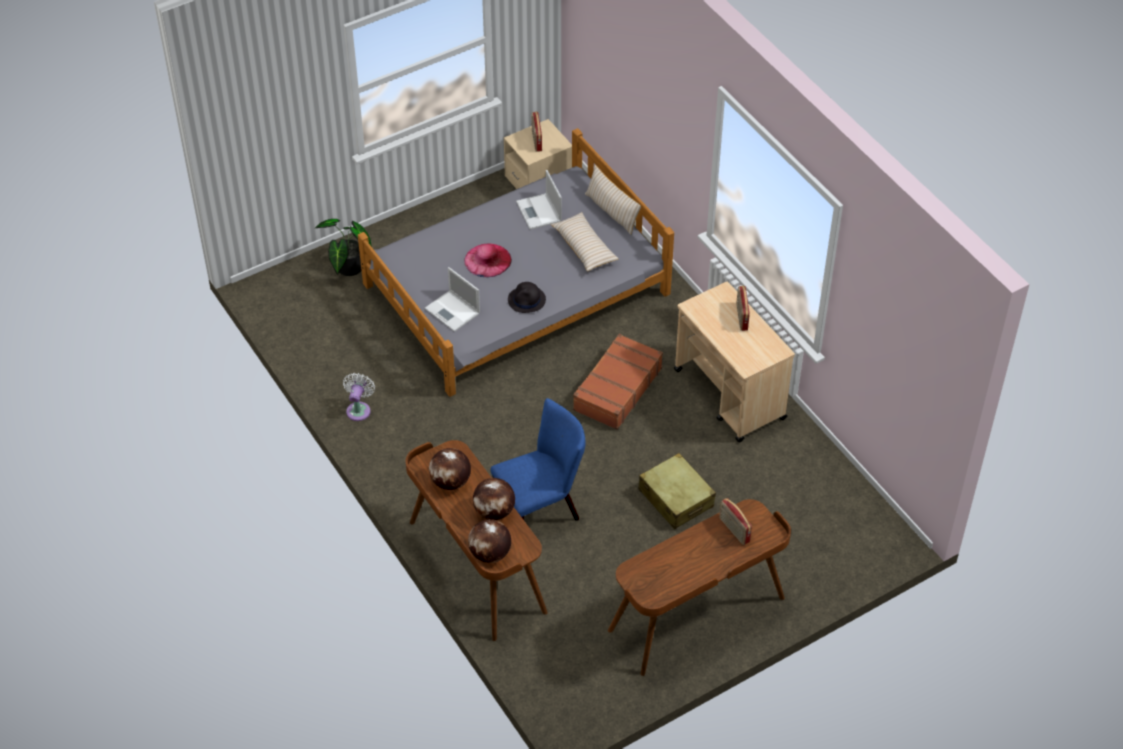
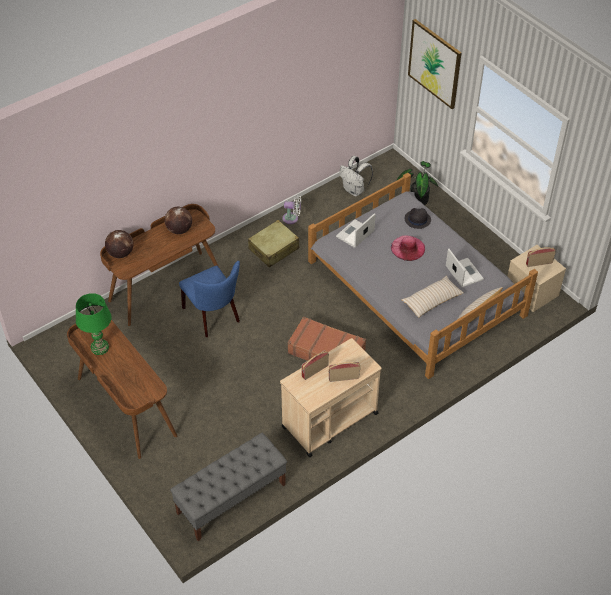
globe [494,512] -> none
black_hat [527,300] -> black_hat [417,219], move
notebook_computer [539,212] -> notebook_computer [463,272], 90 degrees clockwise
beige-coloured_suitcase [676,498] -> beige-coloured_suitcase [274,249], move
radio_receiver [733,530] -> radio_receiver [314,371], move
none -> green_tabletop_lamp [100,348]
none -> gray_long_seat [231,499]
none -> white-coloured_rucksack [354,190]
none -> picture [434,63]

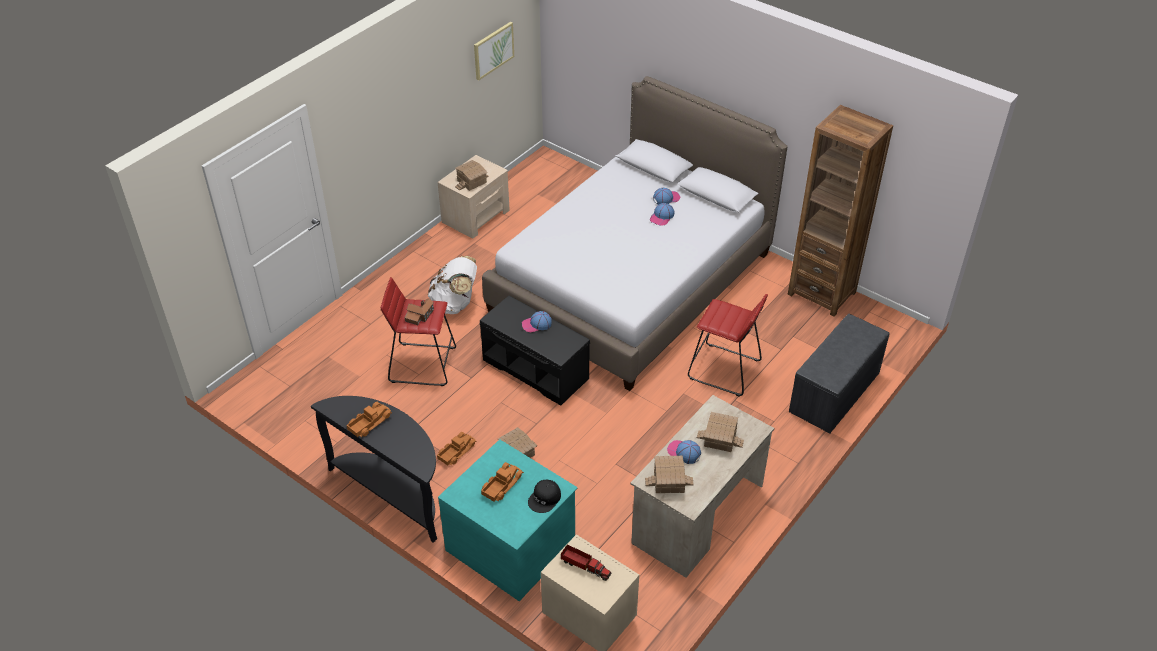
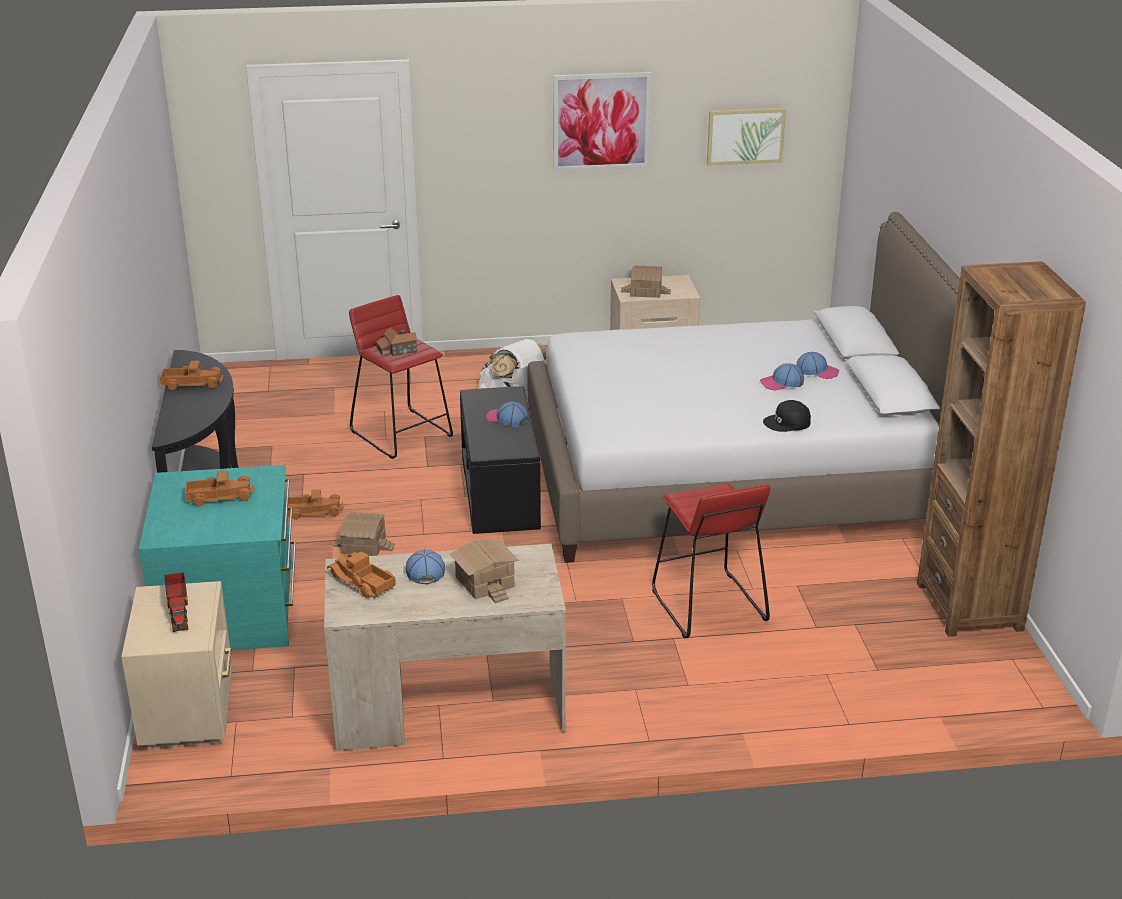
black_baseball_cap [545,499] -> black_baseball_cap [787,423], move
miniature_house [669,482] -> toy_truck [361,582]
gray_long_seat [835,393] -> none
none -> picture [601,121]

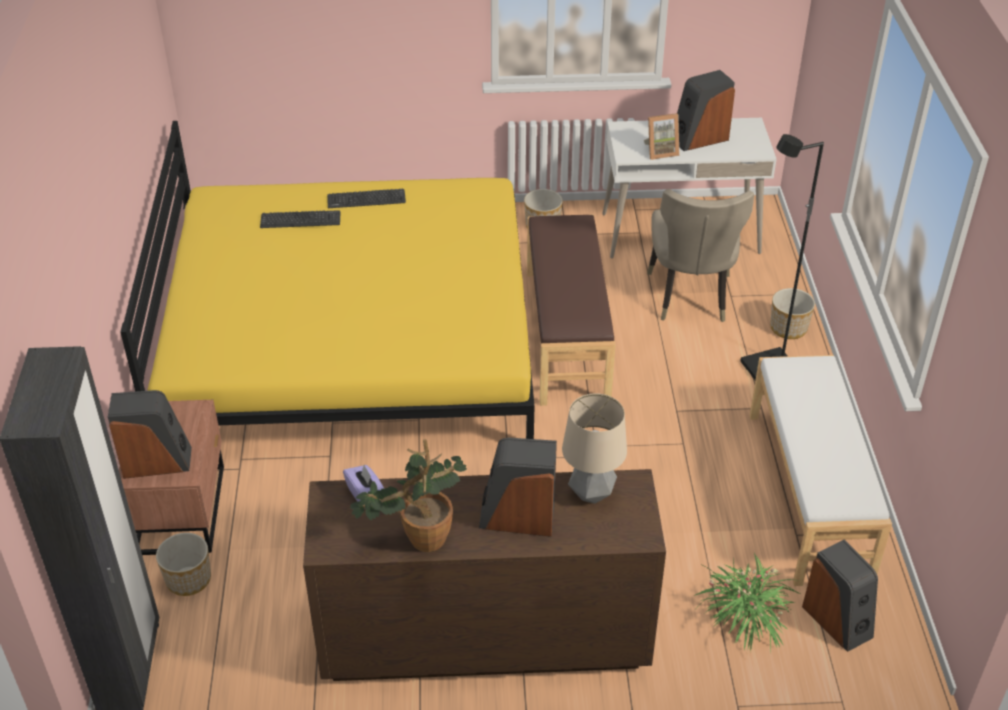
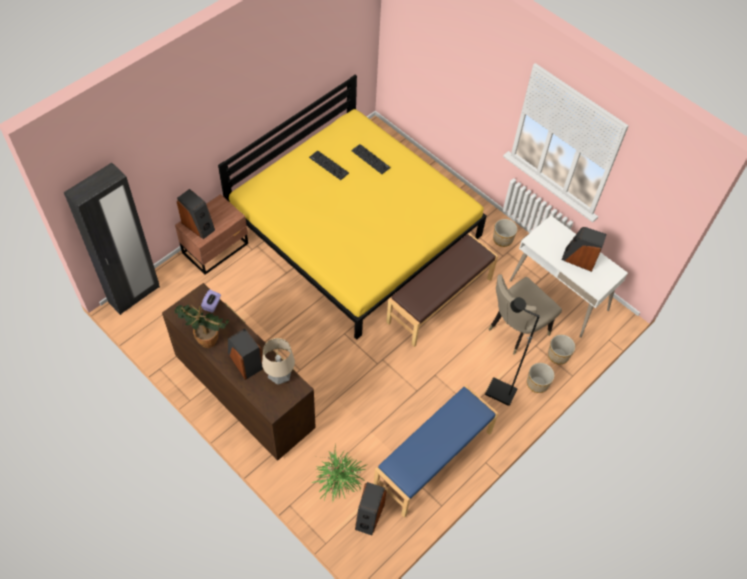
plant_pot [189,579] -> plant_pot [558,355], move
computer_keyboard [366,199] -> computer_keyboard [329,165], move
standing_frame [660,151] -> none
white-coloured_long_seat [809,494] -> blue-coloured_long_seat [434,460]

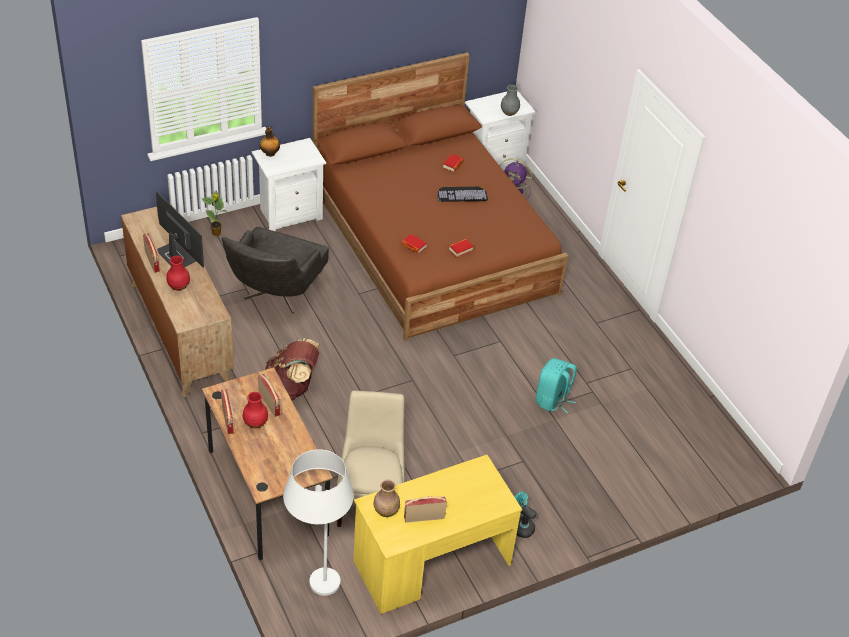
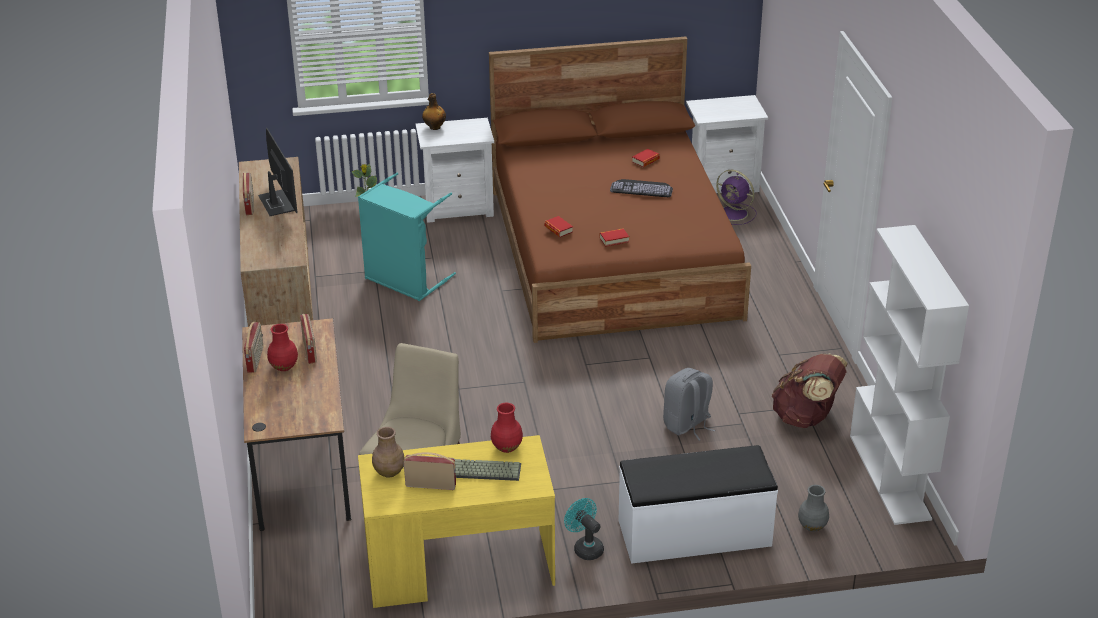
red_decorative_vase [179,286] -> red_decorative_vase [507,447], move
gray_armchair [275,295] -> turquoise_hamper [404,281]
brown_rucksack [292,388] -> brown_rucksack [806,417], move
white-coloured_floor_lamp [317,596] -> none
gray_decorative_vase [509,113] -> gray_decorative_vase [812,526], move
turquoise_rucksack [552,400] -> gray_rucksack [687,425]
none -> computer_keyboard [484,471]
none -> white-coloured_long_seat [694,534]
none -> white-coloured_bookshelf [890,477]

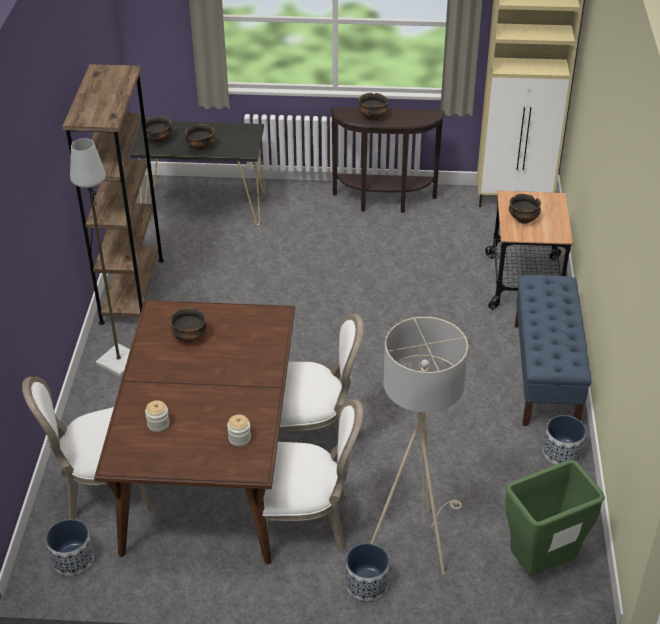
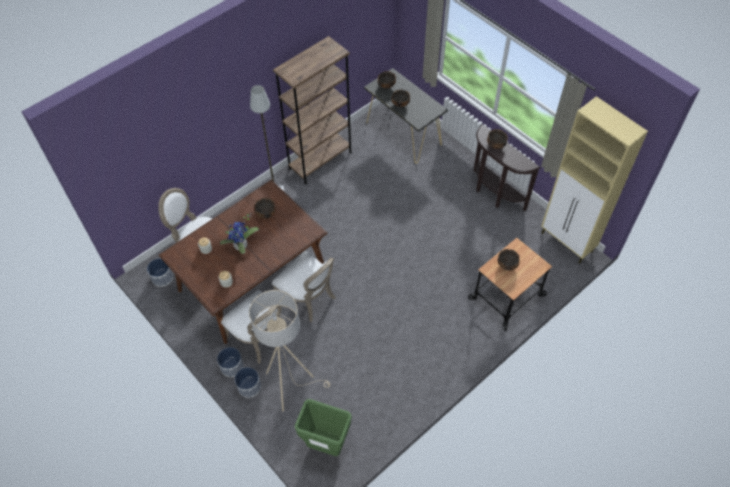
blue-coloured_long_seat [545,374] -> none
plant_pot [562,453] -> plant_pot [232,367], move
none -> plant_in_a_pot [242,247]

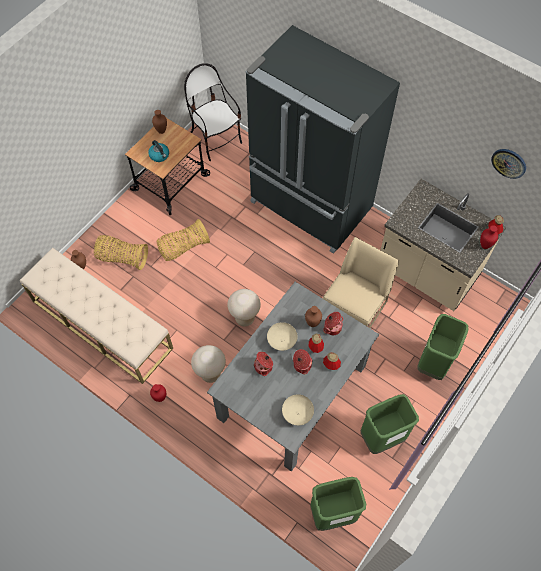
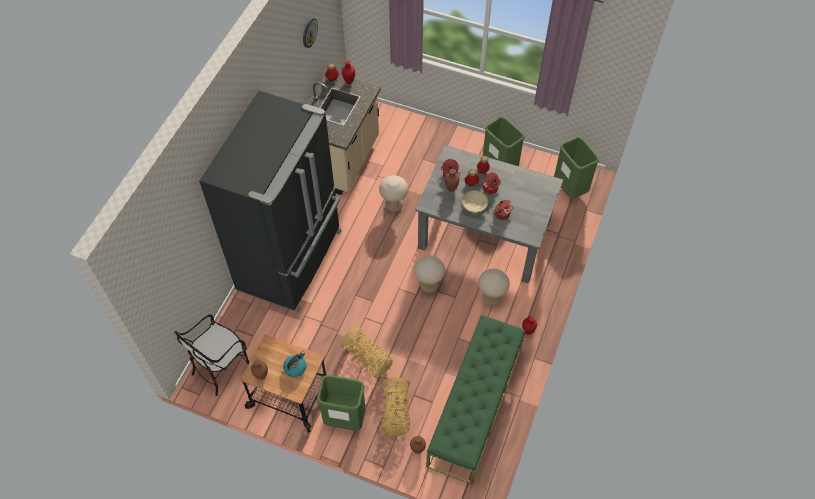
beige-coloured_long_seat [101,324] -> green_long_seat [475,406]
beige-coloured_serving_bowl [297,414] -> none
beige-coloured_plain_chair [354,310] -> beige-coloured_stool_seat [394,205]
green_rubbish_bin [433,363] -> green_rubbish_bin [344,419], move

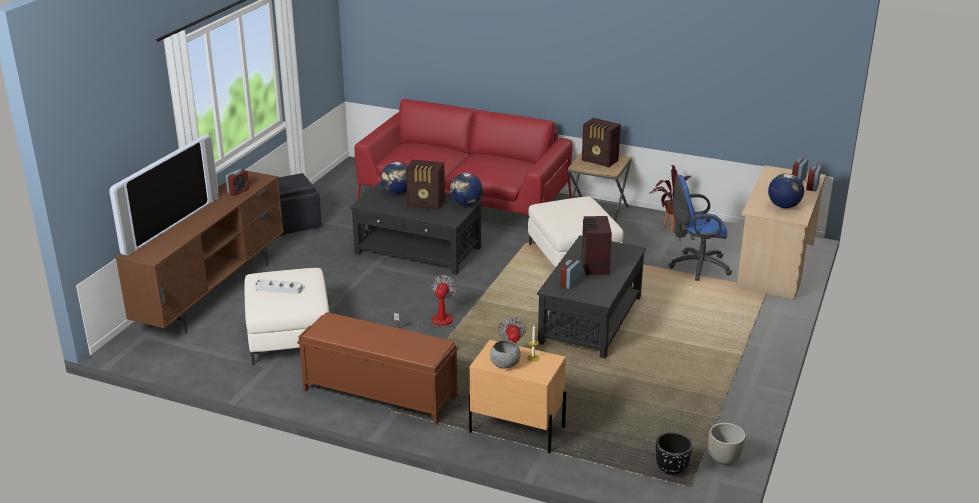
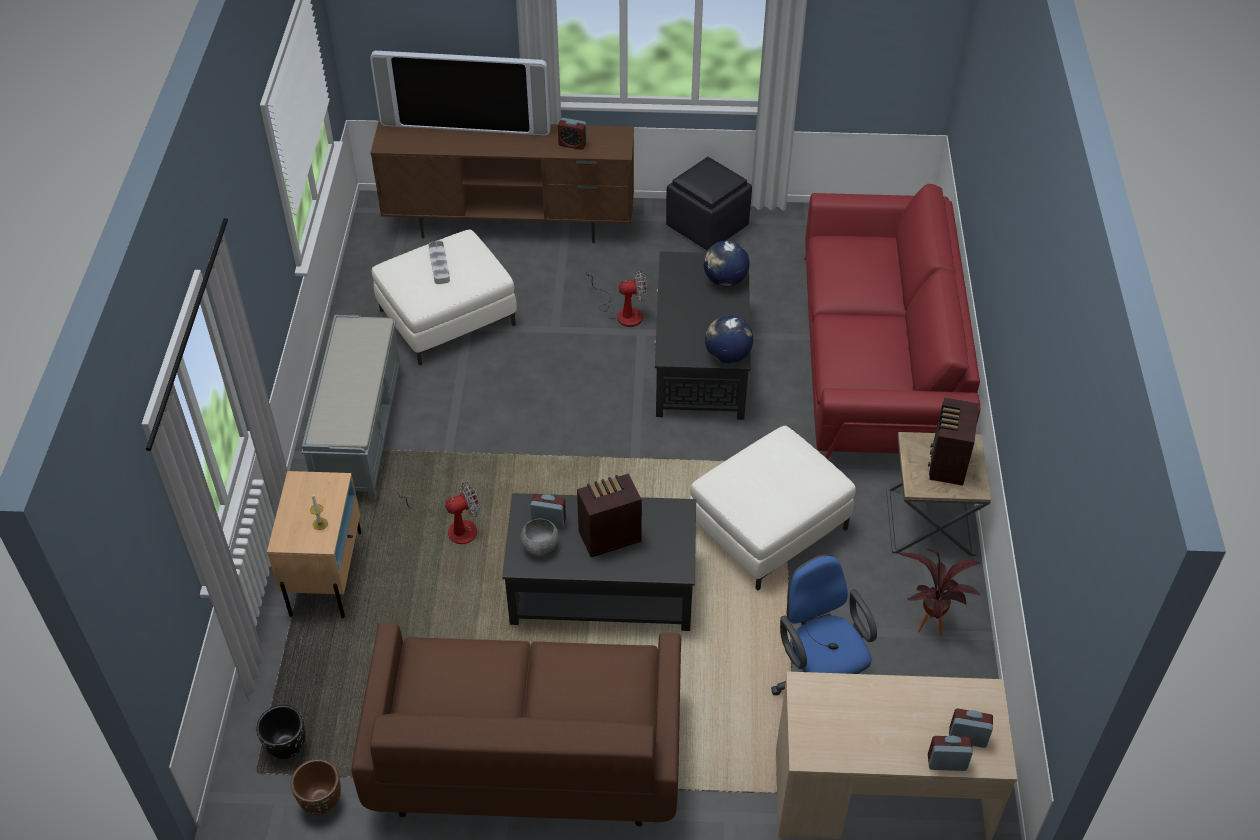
brown_long_seat [379,393] -> gray_long_seat [360,430]
electric_fan [434,322] -> electric_fan [622,312], move
radio_receiver [426,204] -> none
gray_serving_bowl [505,364] -> gray_serving_bowl [539,546], move
gray_plant_pot [724,460] -> brown_plant_pot [321,801]
globe [783,206] -> none
none -> brown_sofa [526,754]

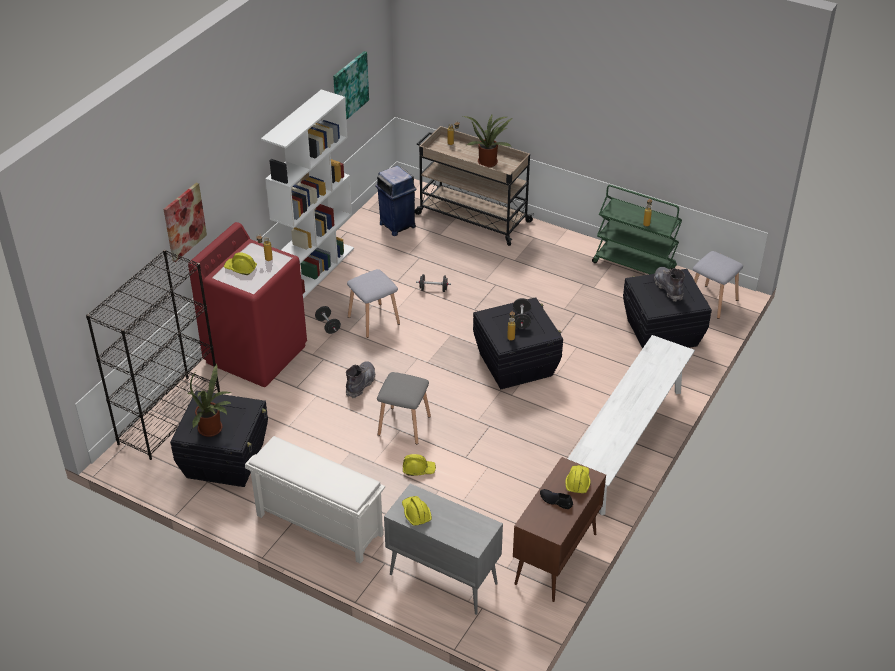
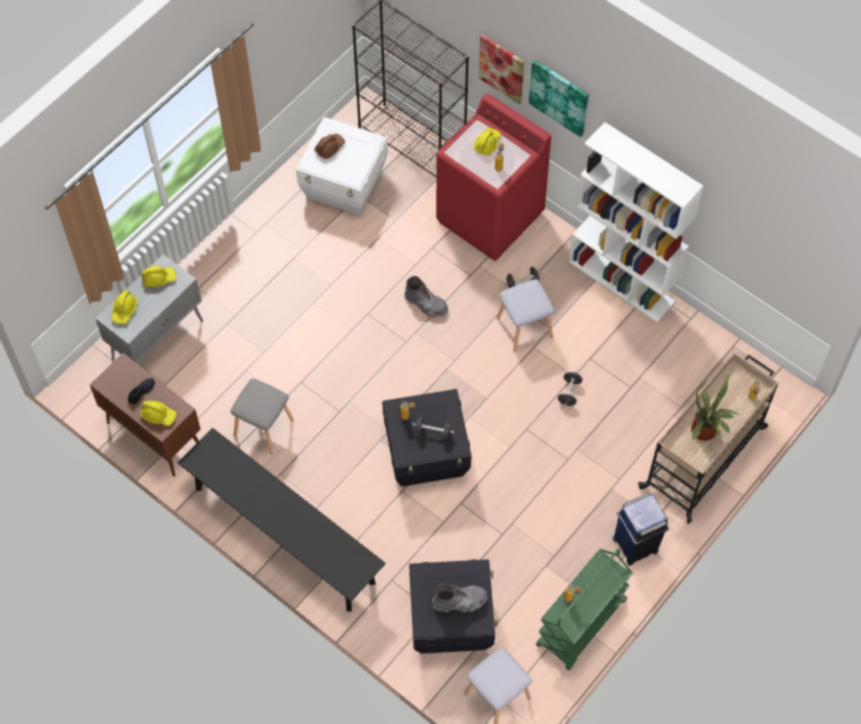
black_storage_box [226,460] -> white-coloured_storage_box [344,185]
plant_in_a_pot [213,429] -> brown_work_helmet [329,148]
white-coloured_shoe_rack [318,525] -> none
picture [349,87] -> picture [559,97], move
blue-coloured_rubbish_bin [397,225] -> blue-coloured_rubbish_bin [636,544], move
gray_stool_seat [403,425] -> gray_stool_seat [263,426], move
yellow_work_helmet [418,469] -> yellow_work_helmet [124,310], move
white-coloured_long_seat [626,444] -> black_long_seat [284,535]

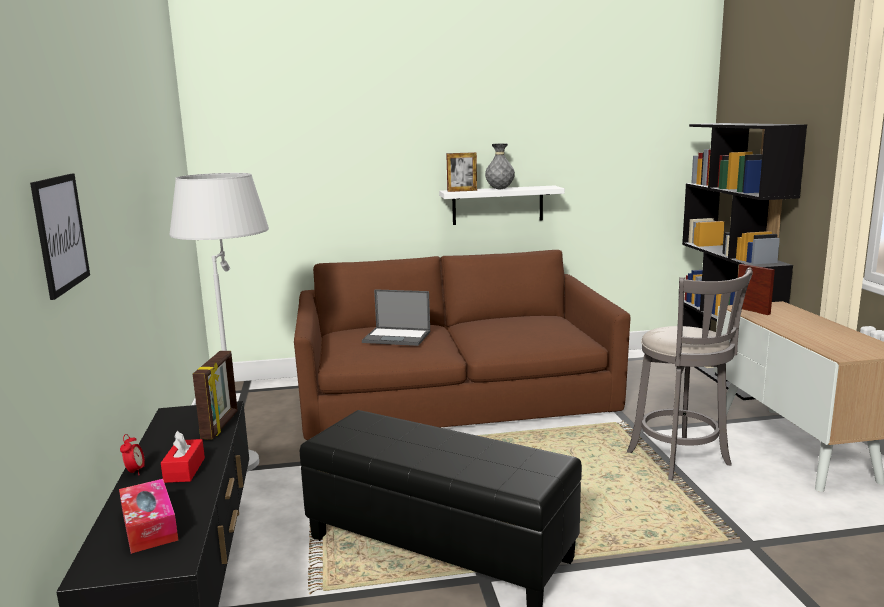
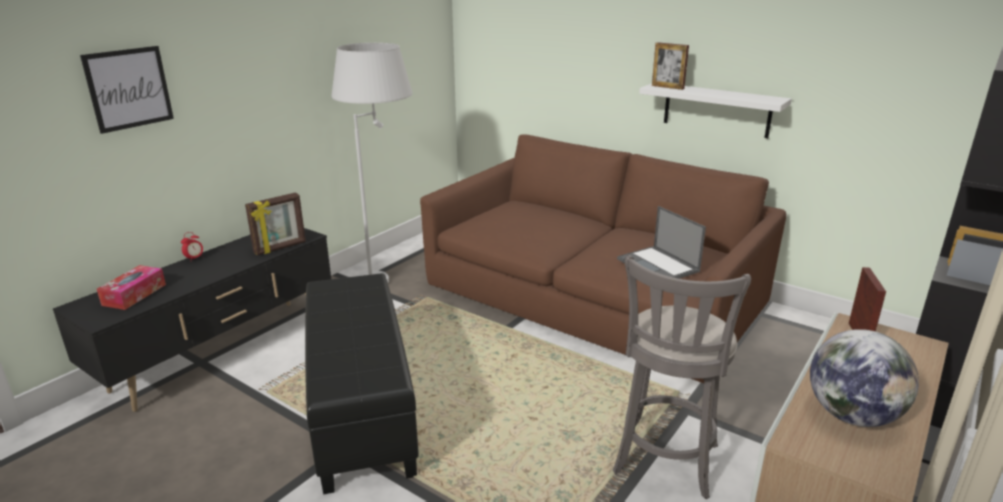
red_box_of_tissues [184,470] -> none
notebook_computer [397,337] -> notebook_computer [658,265], move
gray_decorative_vase [500,189] -> none
none -> globe [852,415]

